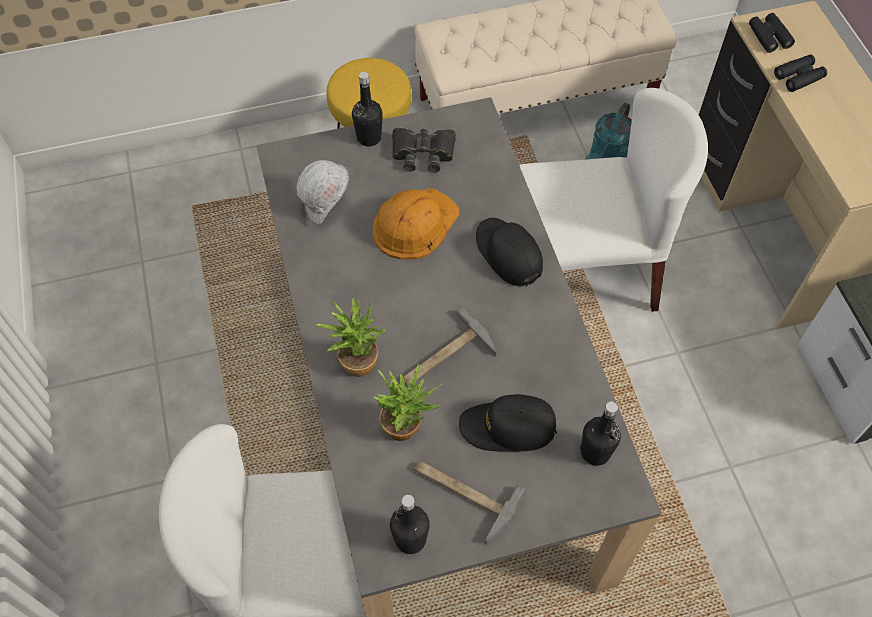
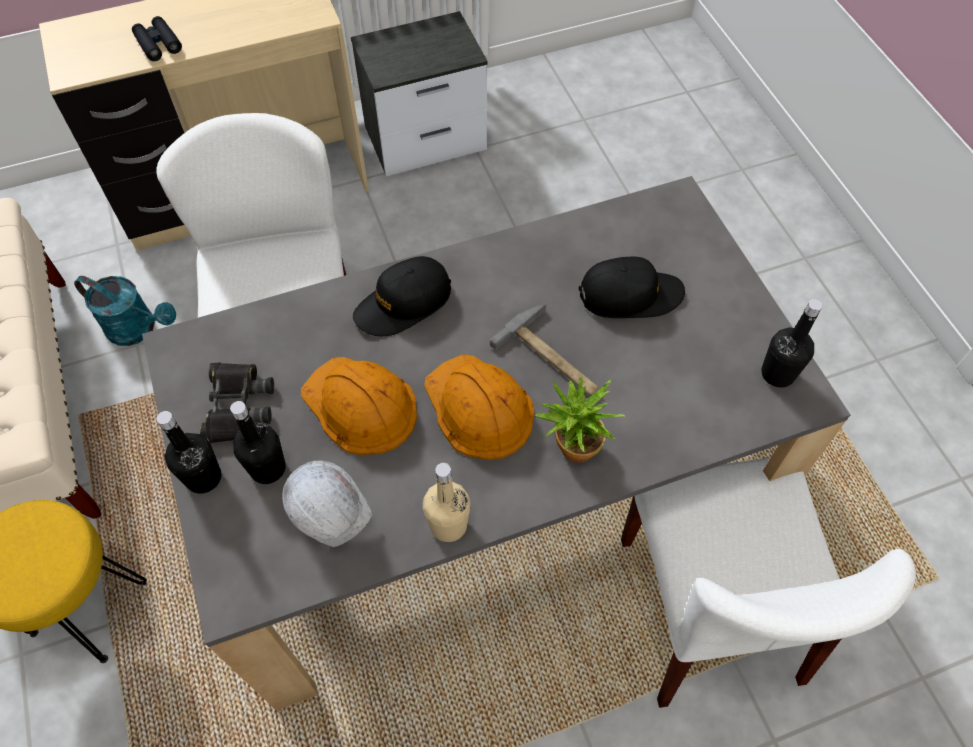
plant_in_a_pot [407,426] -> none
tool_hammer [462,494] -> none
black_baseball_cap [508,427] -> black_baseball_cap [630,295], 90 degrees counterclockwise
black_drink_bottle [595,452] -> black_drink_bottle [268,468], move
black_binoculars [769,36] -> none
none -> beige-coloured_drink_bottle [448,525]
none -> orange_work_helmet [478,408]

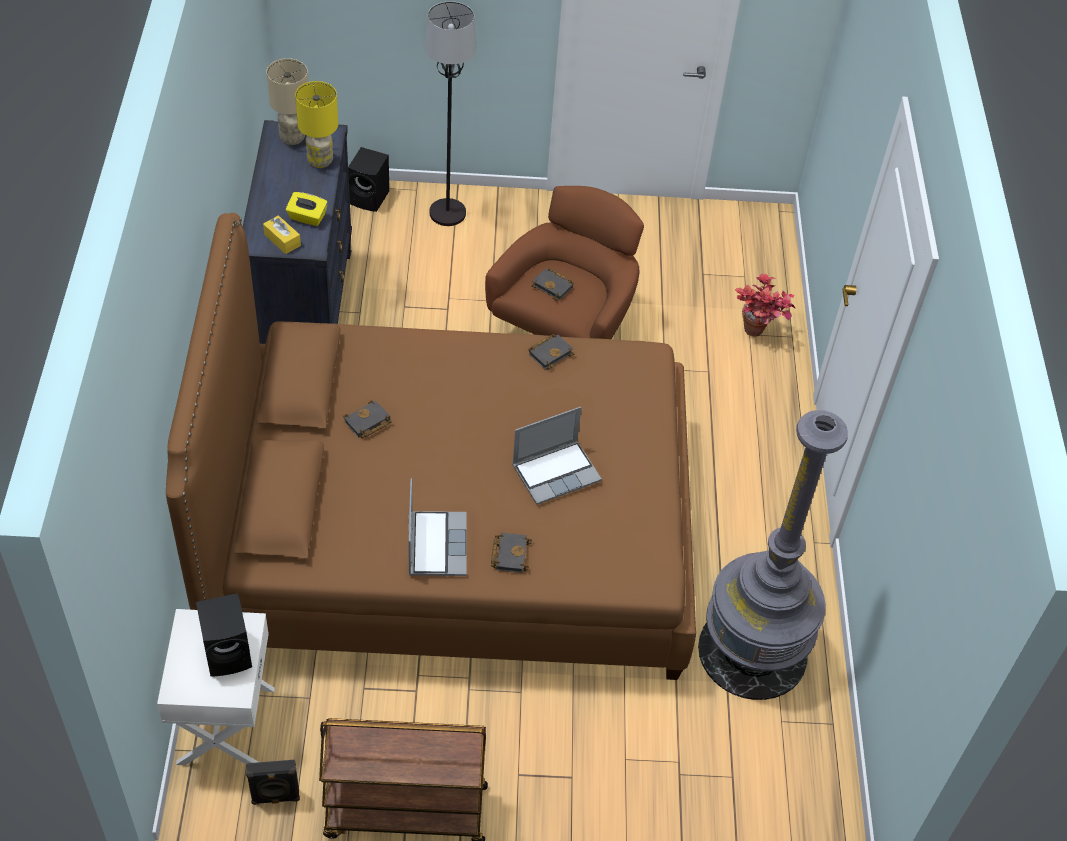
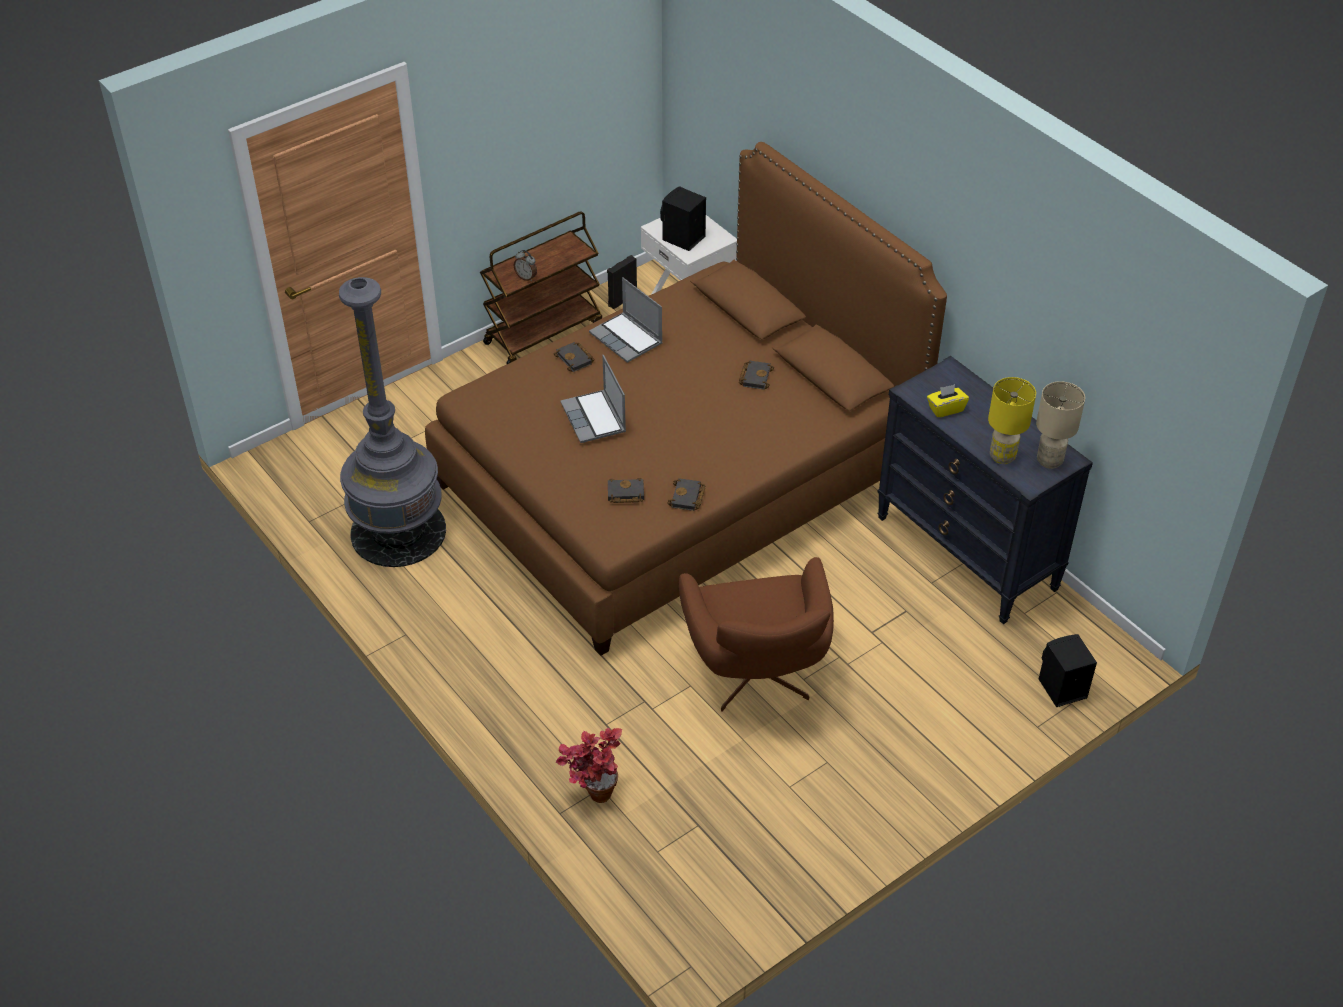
yellow_box_of_tissues [282,240] -> none
black_floor_lamp [447,213] -> none
notebook_computer [556,472] -> notebook_computer [594,418], 45 degrees counterclockwise
black_book [554,286] -> black_book [624,494], move
none -> alarm_clock [526,277]

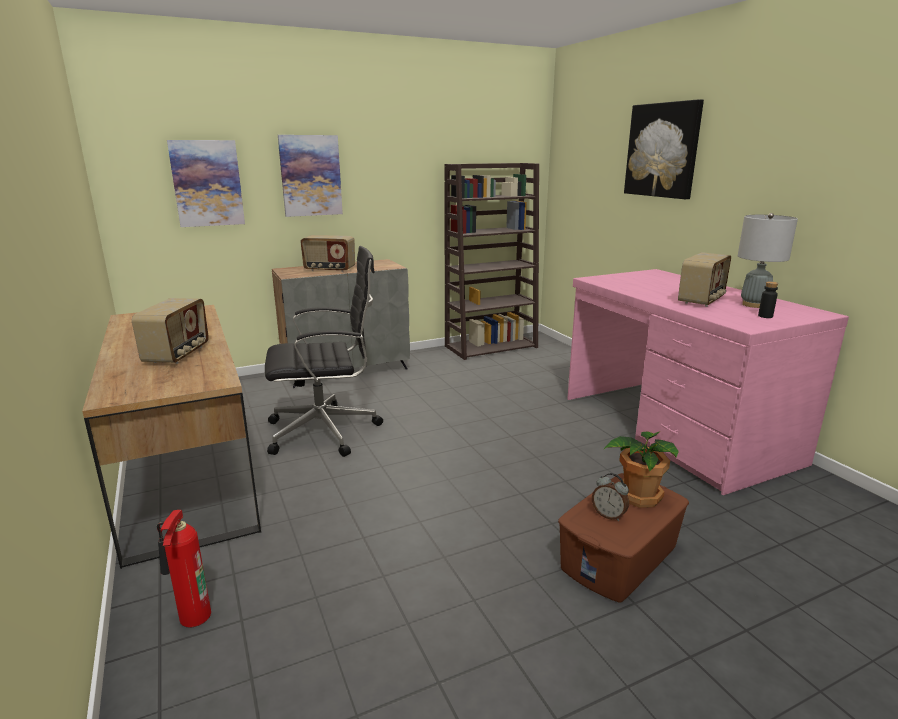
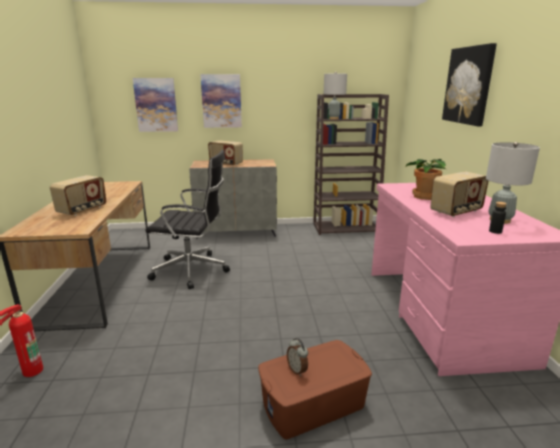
plant_in_a_pot [638,496] -> plant_in_a_pot [424,196], move
none -> gray_tabletop_lamp [333,118]

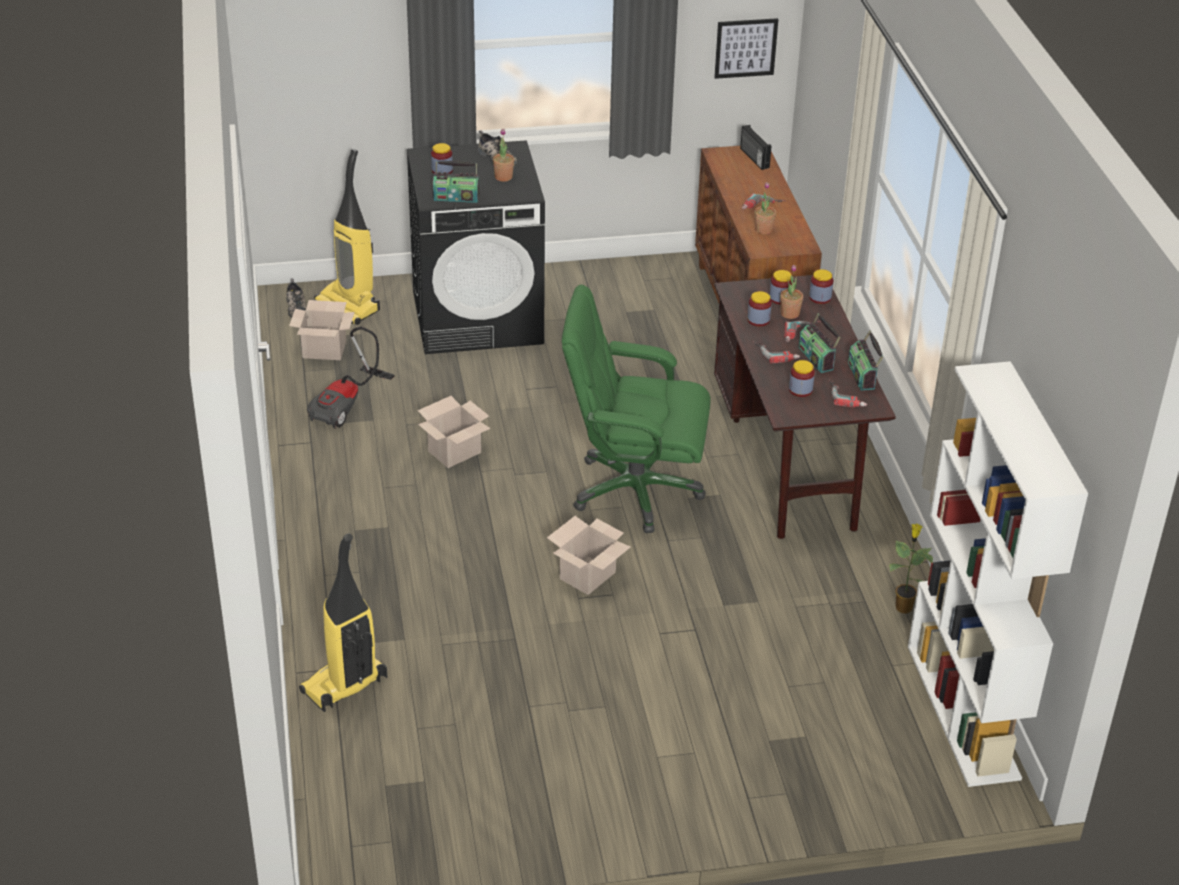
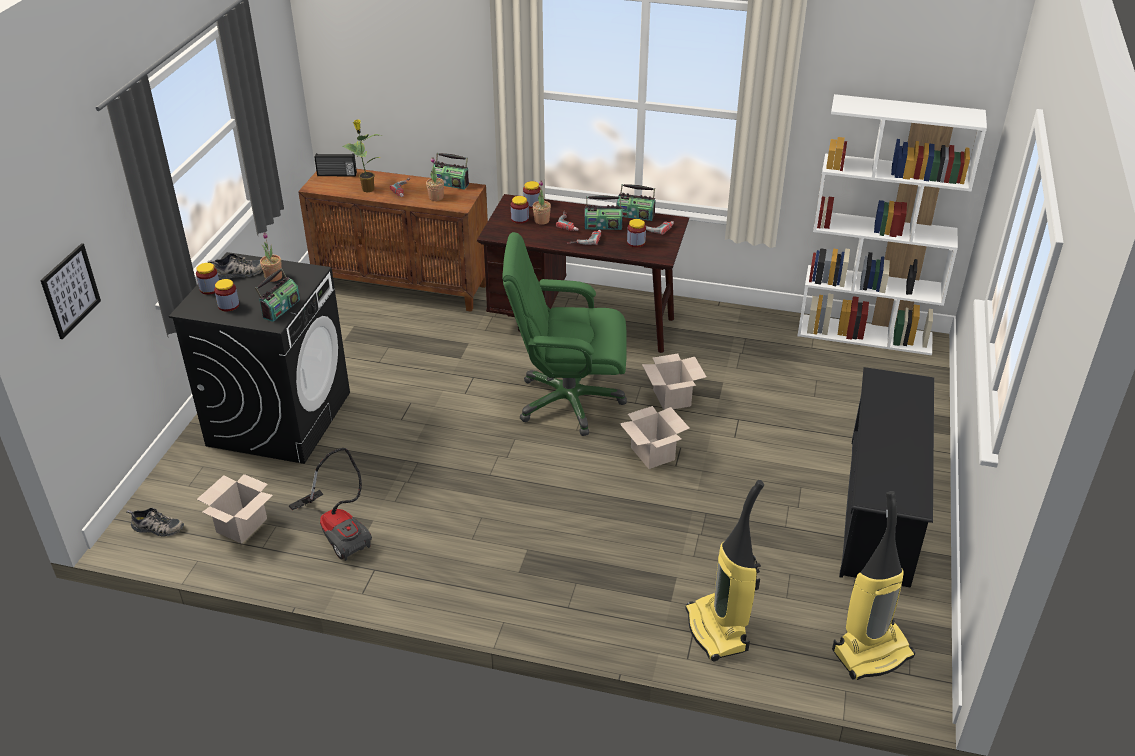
vacuum_cleaner [348,306] -> vacuum_cleaner [871,652], move
cardboard_box [454,453] -> cardboard_box [673,398], move
green_office_chair [634,490] -> green_office_chair [567,401], 60 degrees clockwise
picture [745,48] -> picture [70,290], move
jar [758,320] -> jar [210,289], move
plant_in_a_pot [903,606] -> plant_in_a_pot [367,189], move
none -> radio_receiver [451,183]
none -> black_shoe_rack [879,510]

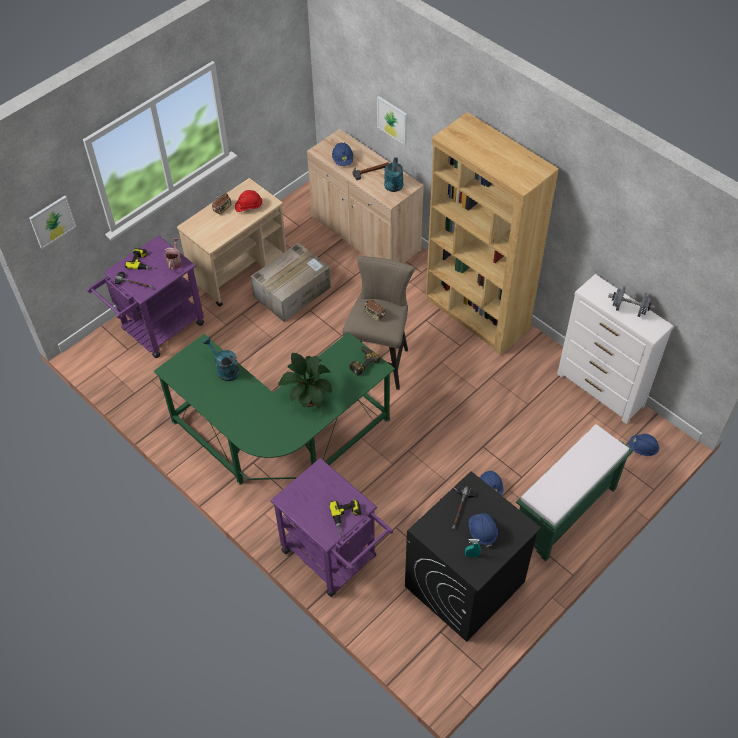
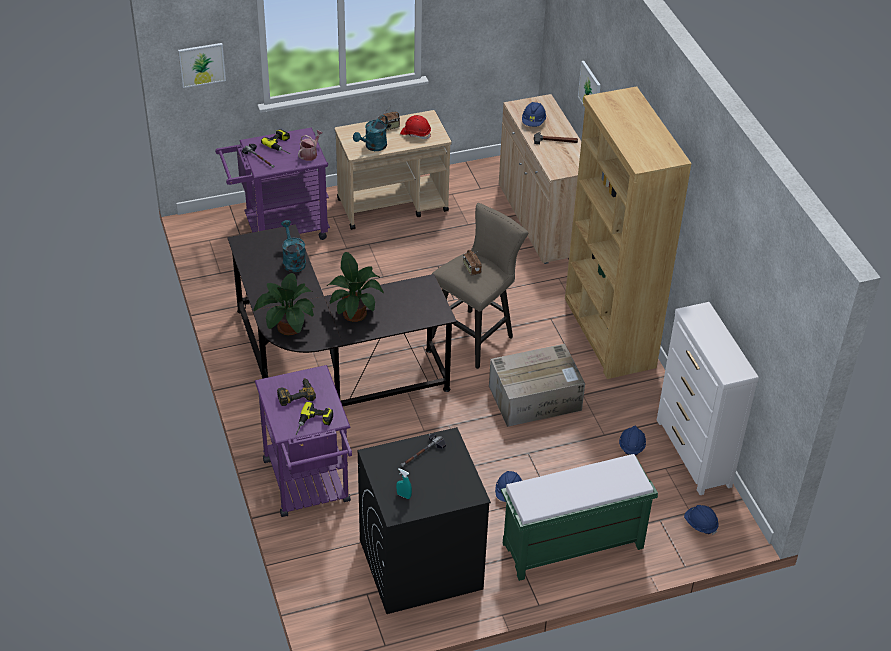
green_desk [280,441] -> black_desk [328,366]
cardboard_box [292,291] -> cardboard_box [536,397], move
power_drill [362,362] -> power_drill [295,394], move
turquoise_sprinkling_can [393,188] -> turquoise_sprinkling_can [373,147], move
blue-coloured_work_helmet [482,532] -> blue-coloured_work_helmet [631,446], move
gray_dumbbell [629,309] -> none
none -> plant_in_a_pot [287,328]

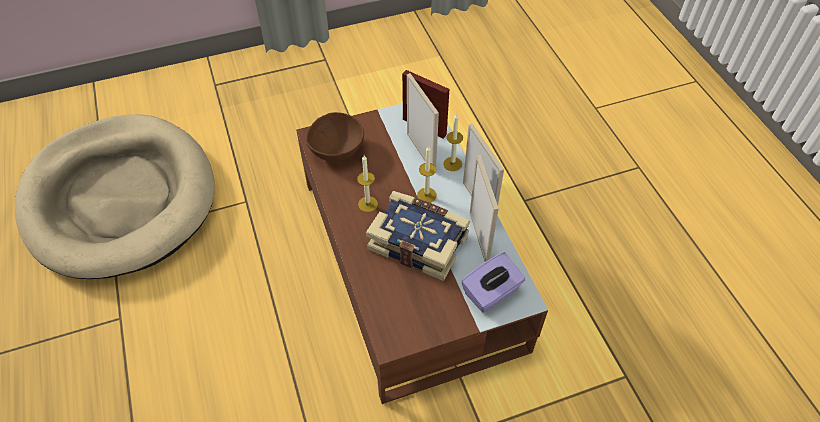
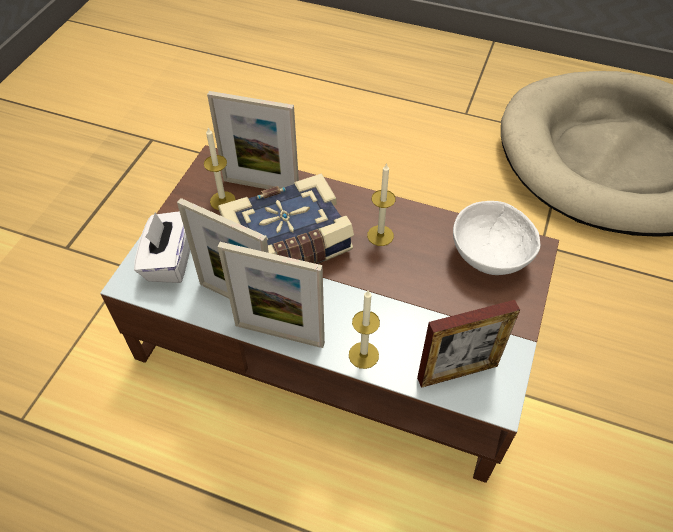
brown_serving_bowl [336,151] -> white-coloured_serving_bowl [488,255]
standing_frame [421,152] -> standing_frame [261,186], move
wax_candle [426,195] -> wax_candle [222,201], move
purplish_box_of_tissues [491,293] -> white-coloured_box_of_tissues [169,260]

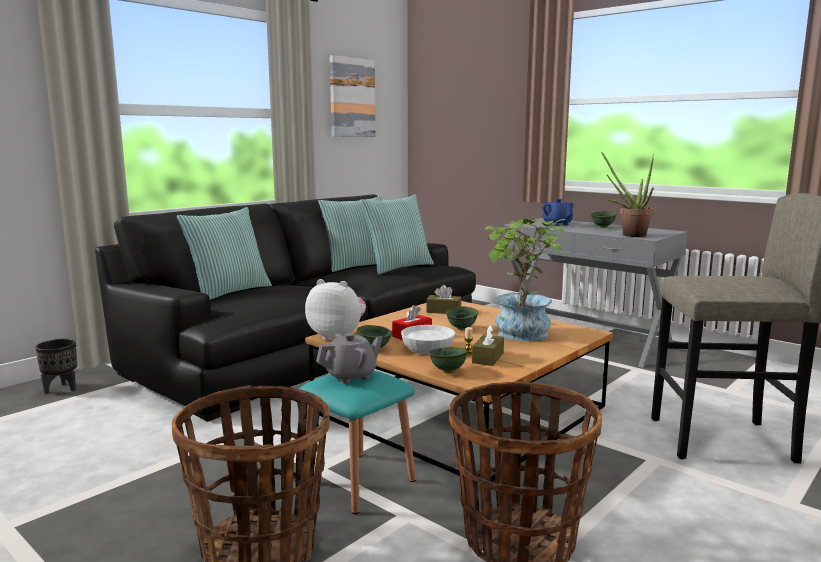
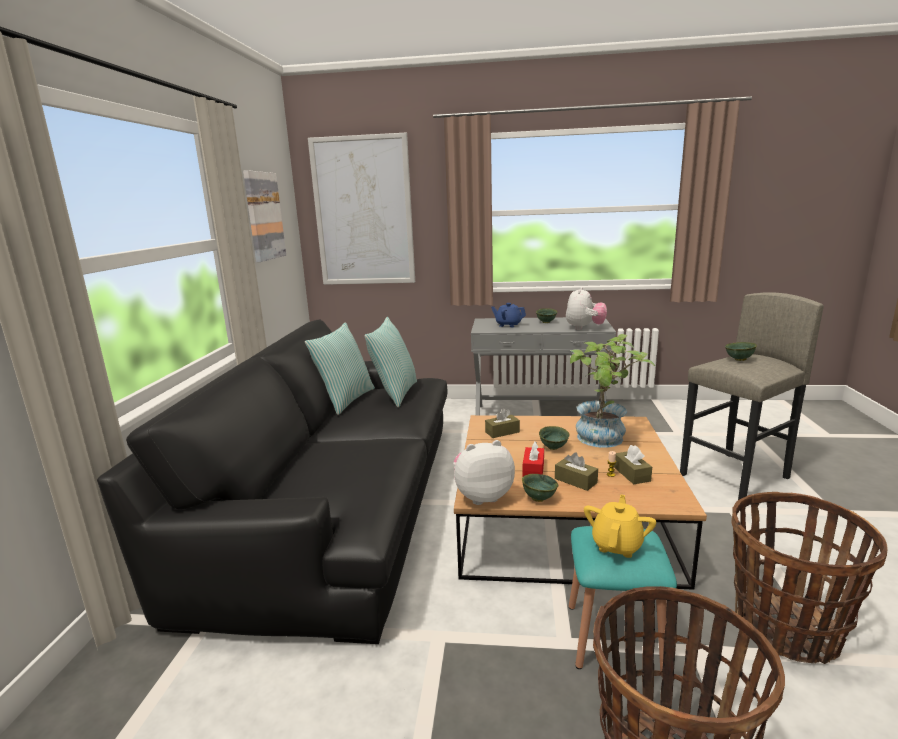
black_plant_pot [61,389] -> none
throw_pillow [229,292] -> none
gray_teapot [351,376] -> yellow_teapot [617,545]
white-coloured_serving_bowl [428,348] -> brown_box_of_tissues [575,481]
green_serving_bowl [447,372] -> green_serving_bowl [739,360], move
plant_in_a_pot [629,235] -> cuddly_toy [584,328]
none -> picture [363,212]

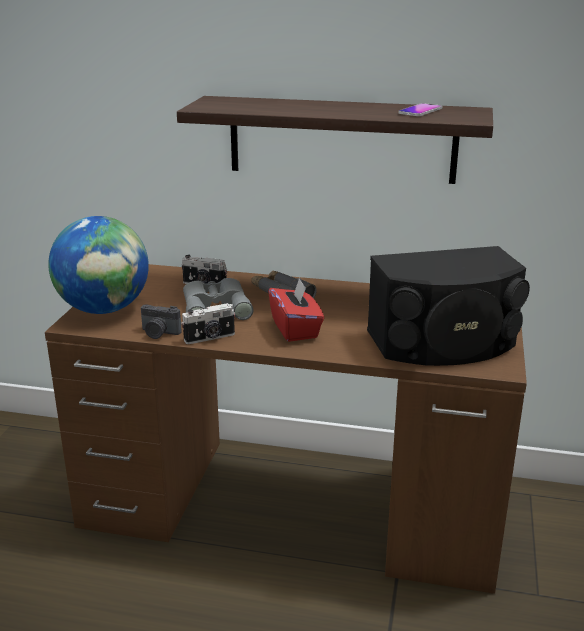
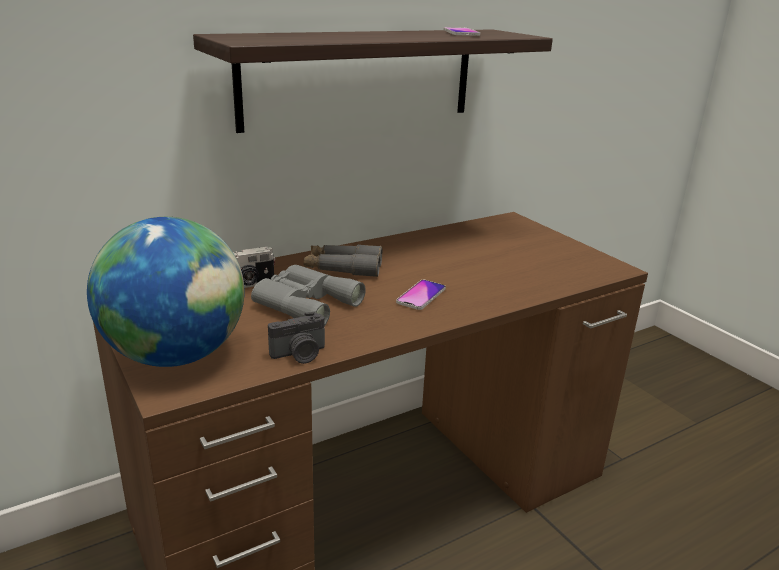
still_camera [210,338] -> none
red_box_of_tissues [295,329] -> handset [421,296]
black_loudspeaker [444,343] -> none

